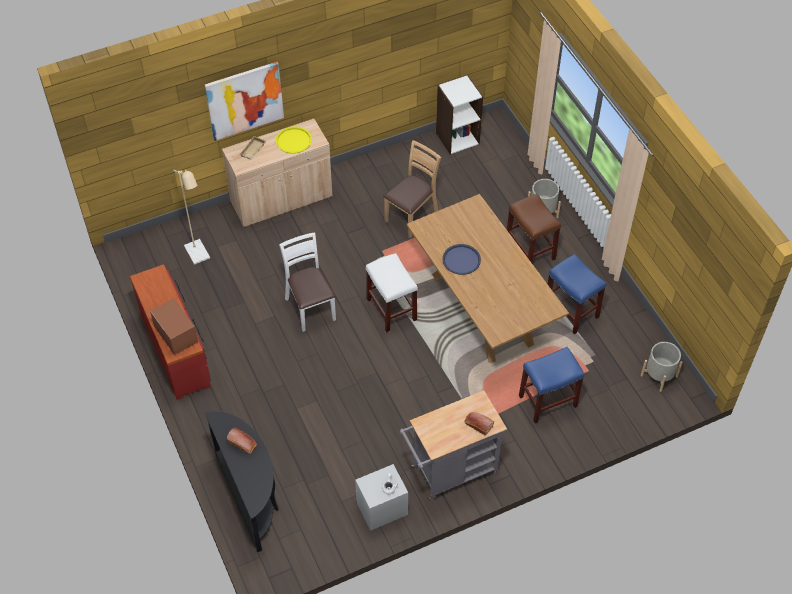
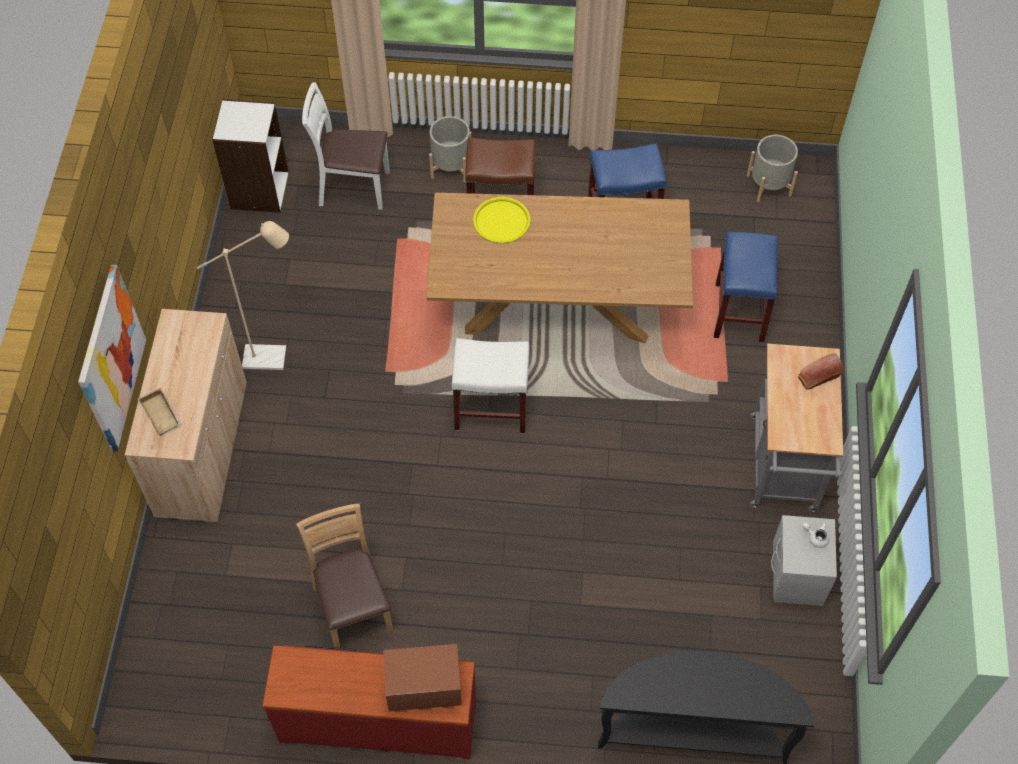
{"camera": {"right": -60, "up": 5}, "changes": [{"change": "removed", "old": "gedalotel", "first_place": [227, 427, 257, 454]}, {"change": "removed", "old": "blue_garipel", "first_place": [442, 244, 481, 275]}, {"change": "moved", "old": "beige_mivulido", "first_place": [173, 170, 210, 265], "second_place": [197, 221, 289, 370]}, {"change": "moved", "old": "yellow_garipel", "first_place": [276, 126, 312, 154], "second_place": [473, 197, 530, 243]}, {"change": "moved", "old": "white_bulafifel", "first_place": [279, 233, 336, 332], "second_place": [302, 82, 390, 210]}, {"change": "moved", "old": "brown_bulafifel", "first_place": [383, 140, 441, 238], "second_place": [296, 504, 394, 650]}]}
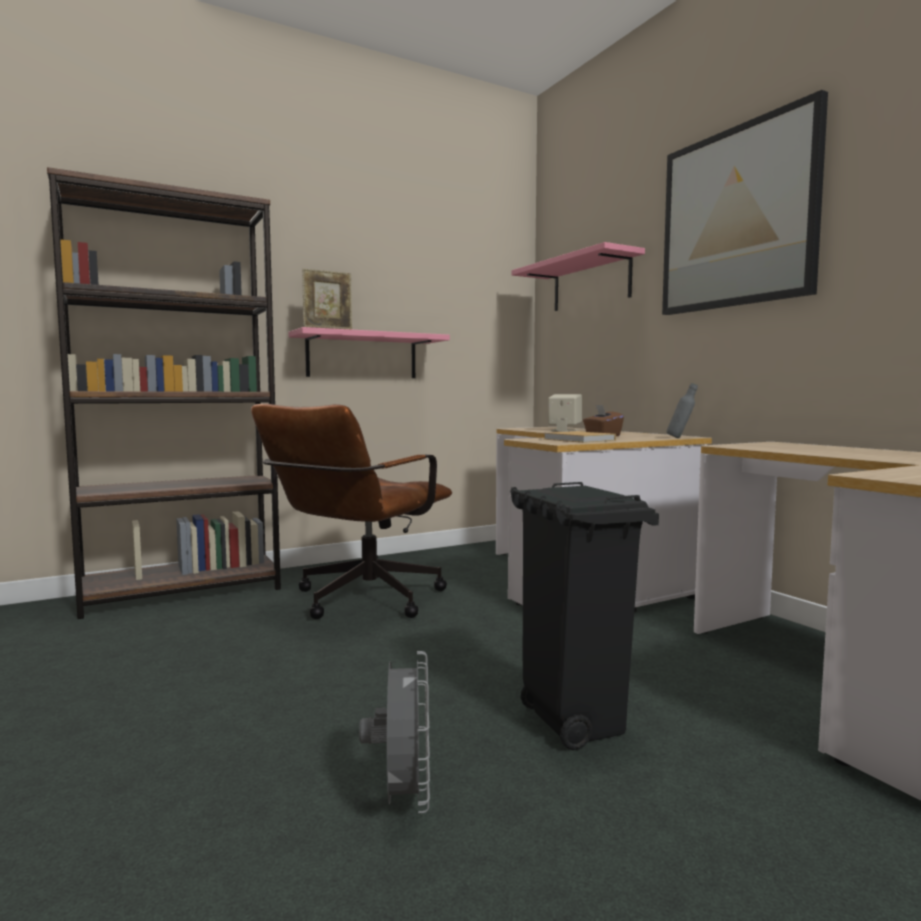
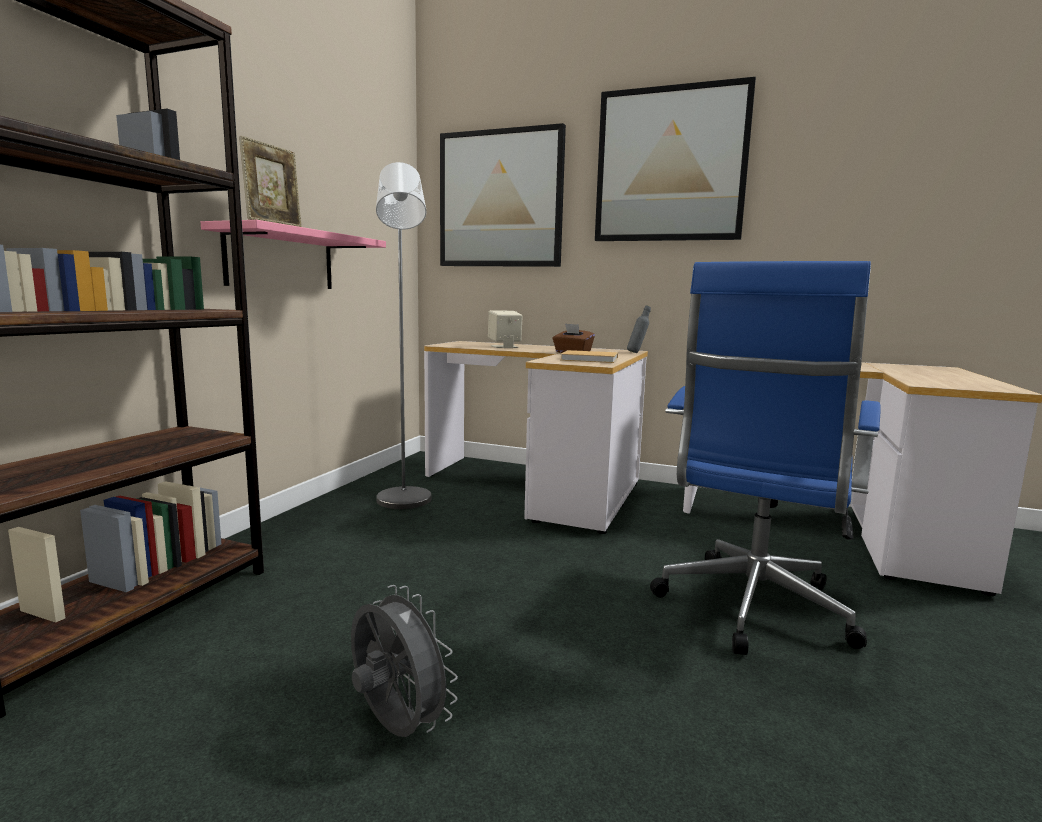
{"camera": {"right": -40, "up": 5}, "changes": [{"change": "removed", "old": "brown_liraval", "first_place": [251, 403, 452, 619]}, {"change": "added", "new": "grey_mivulido", "second_place": [376, 162, 432, 509]}, {"change": "moved", "old": "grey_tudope", "first_place": [359, 651, 430, 813], "second_place": [351, 585, 458, 737]}, {"change": "replaced", "old": "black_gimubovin", "new": "blue_liraval", "first_place": [510, 482, 659, 750], "second_place": [650, 261, 881, 655]}, {"change": "replaced", "old": "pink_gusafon", "new": "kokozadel", "first_place": [511, 242, 645, 311], "second_place": [440, 123, 566, 267]}]}
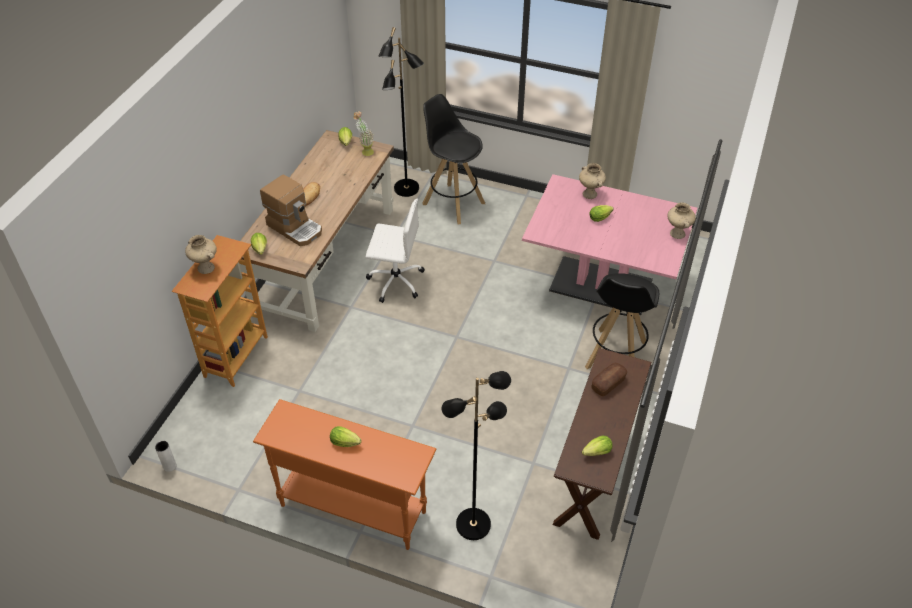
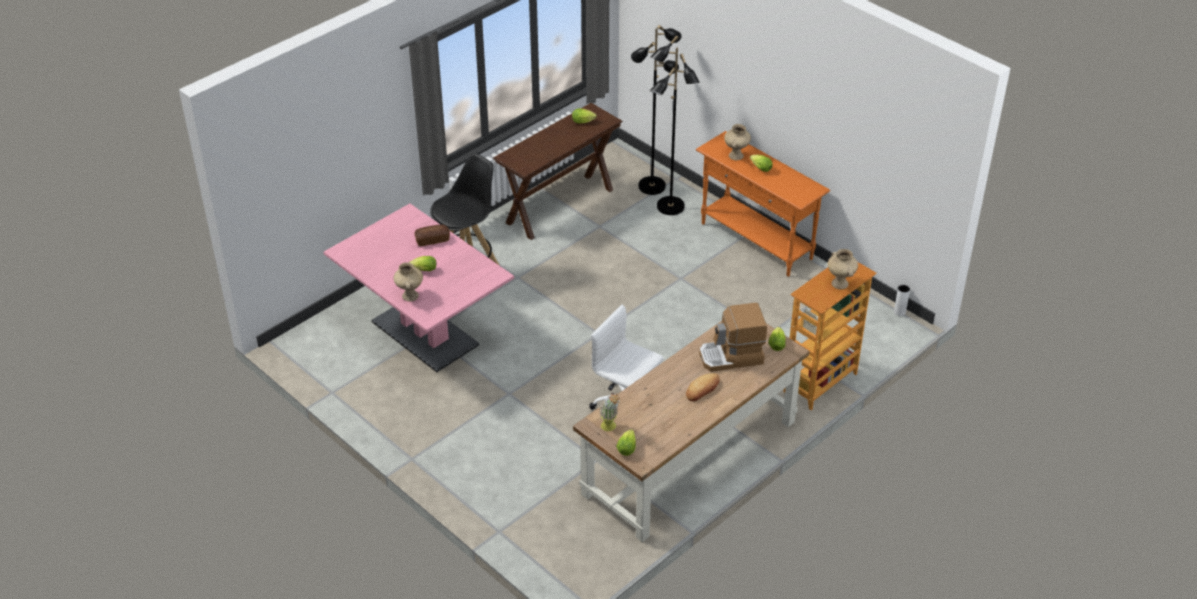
{"camera": {"right": -155, "up": -5}, "changes": [{"change": "removed", "old": "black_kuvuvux", "first_place": [423, 94, 485, 224]}, {"change": "moved", "old": "black_mivulido", "first_place": [378, 27, 424, 197], "second_place": [631, 25, 681, 195]}, {"change": "moved", "old": "gedalotel", "first_place": [591, 363, 627, 396], "second_place": [415, 224, 450, 246]}, {"change": "moved", "old": "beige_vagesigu", "first_place": [667, 203, 696, 239], "second_place": [724, 124, 751, 160]}, {"change": "turned", "old": "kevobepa", "first_place": [260, 174, 322, 246], "second_place": [699, 303, 767, 372], "degrees": -75}]}
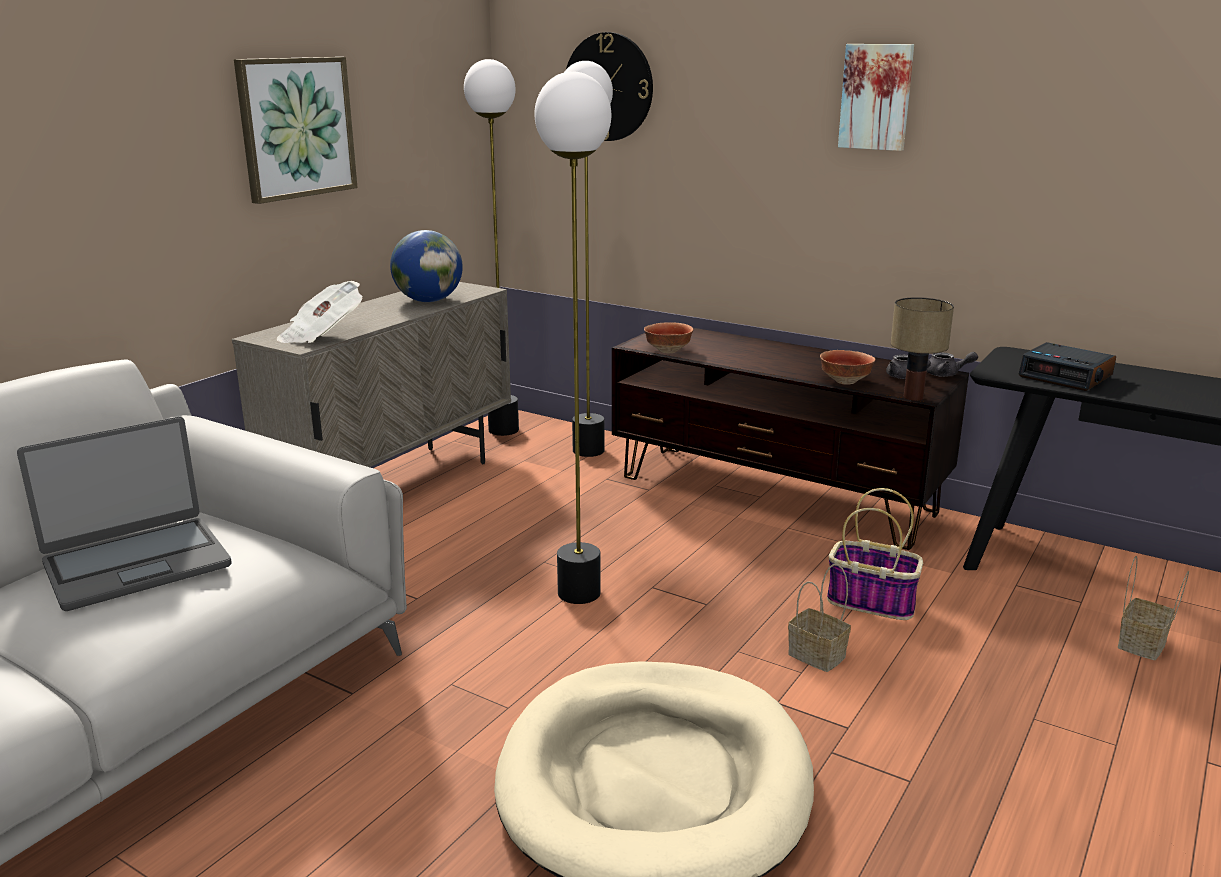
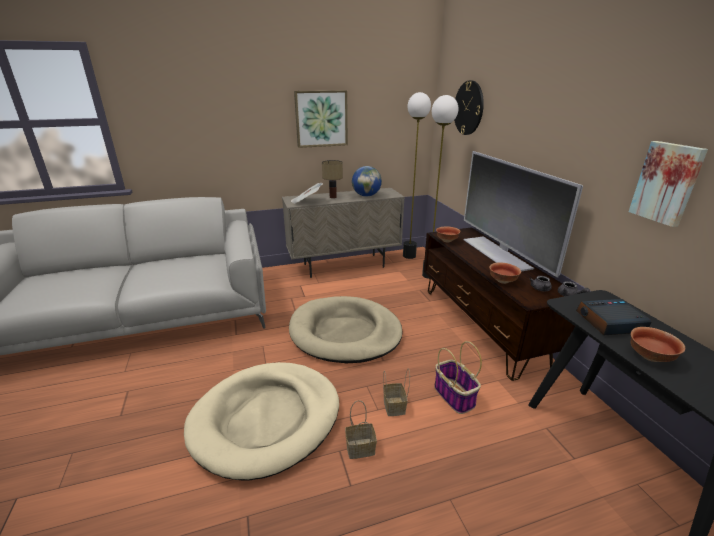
{"camera": {"right": 40, "up": 5}, "changes": [{"change": "removed", "old": "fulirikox", "first_place": [17, 417, 232, 611]}, {"change": "added", "new": "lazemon", "second_place": [463, 151, 583, 278]}, {"change": "added", "new": "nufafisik", "second_place": [631, 327, 685, 362]}, {"change": "moved", "old": "kokozadel", "first_place": [838, 44, 914, 151], "second_place": [629, 141, 708, 227]}, {"change": "moved", "old": "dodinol", "first_place": [890, 297, 954, 401], "second_place": [322, 160, 343, 198]}, {"change": "moved", "old": "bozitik", "first_place": [1118, 556, 1189, 660], "second_place": [345, 400, 377, 459]}, {"change": "replaced", "old": "mivulido", "new": "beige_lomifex", "first_place": [535, 71, 611, 604], "second_place": [289, 296, 403, 363]}, {"change": "turned", "old": "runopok", "first_place": [1018, 342, 1116, 391], "second_place": [576, 299, 651, 335], "degrees": 90}]}
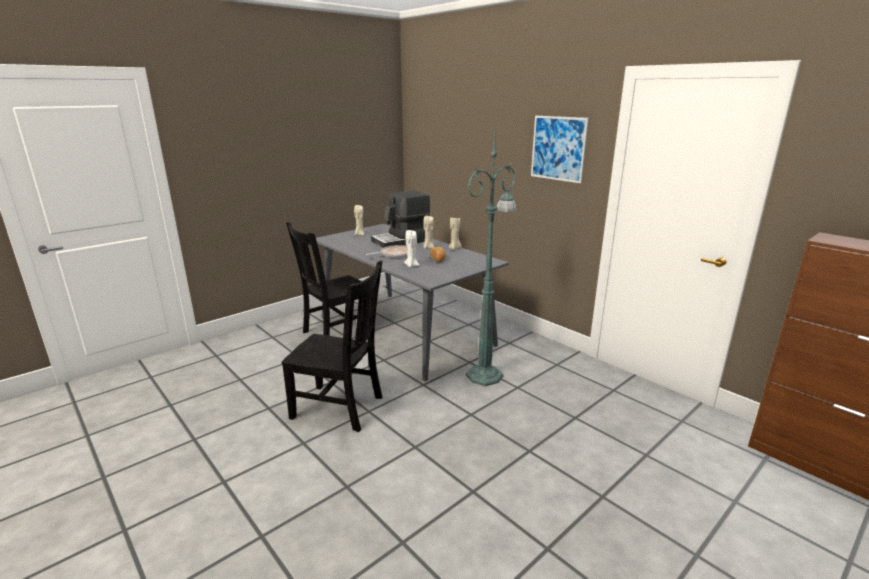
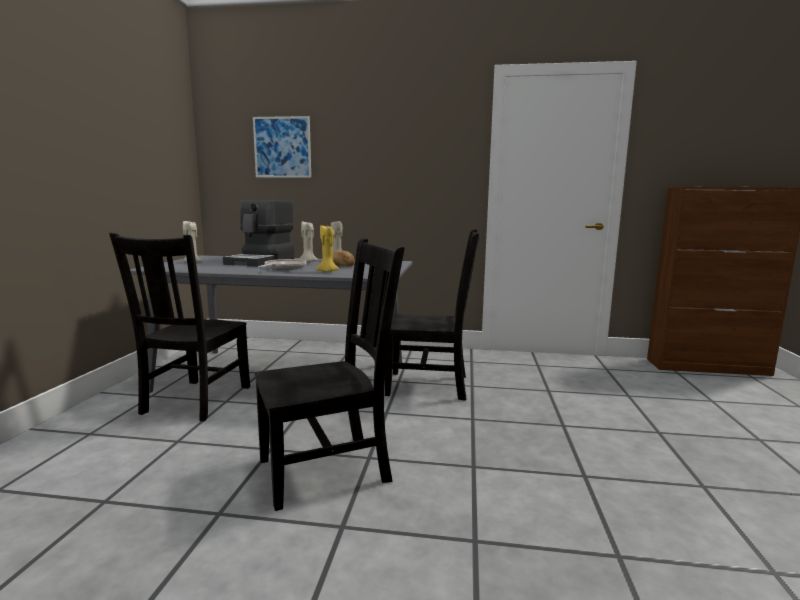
{"camera": {"right": -40, "up": -10}, "changes": [{"change": "moved", "old": "kokozadel", "first_place": [531, 116, 589, 183], "second_place": [253, 116, 311, 178]}, {"change": "replaced", "old": "green_mivulido", "new": "black_bulafifel", "first_place": [465, 133, 516, 386], "second_place": [385, 229, 481, 401]}, {"change": "recoloured", "old": "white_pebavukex", "new": "yellow_pebavukex", "first_place": [404, 230, 420, 267], "second_place": [316, 225, 339, 272]}]}
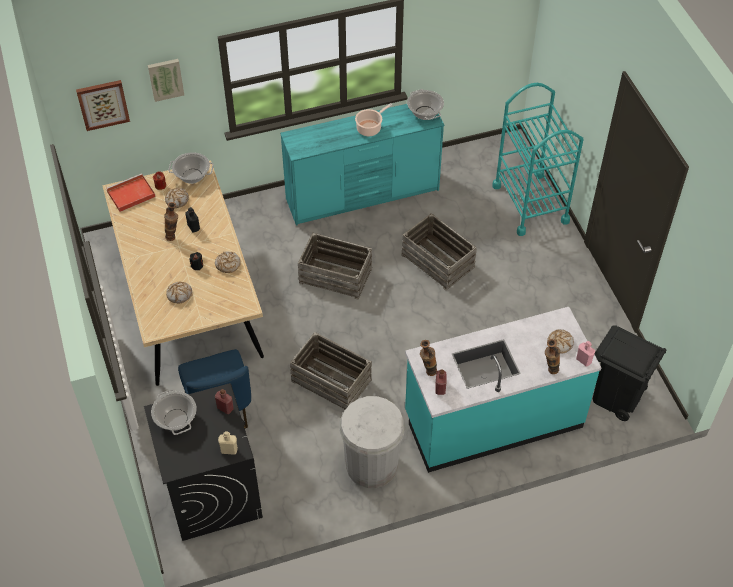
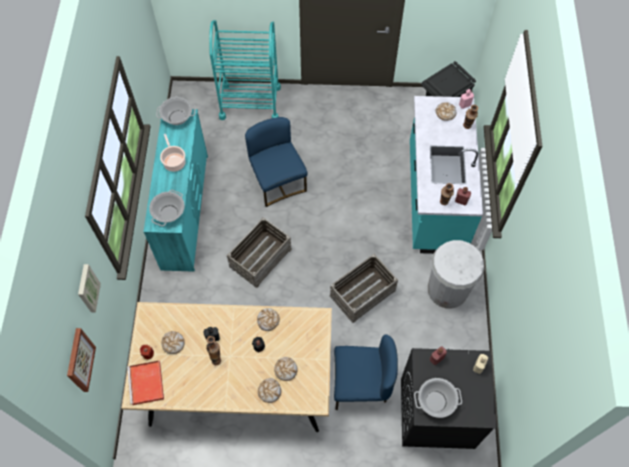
{"camera": {"right": -70, "up": 10}, "changes": [{"change": "added", "new": "gedalotel", "second_place": [258, 378, 281, 403]}, {"change": "moved", "old": "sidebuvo", "first_place": [168, 152, 214, 184], "second_place": [149, 190, 185, 226]}, {"change": "replaced", "old": "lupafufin", "new": "blue_bulafifel", "first_place": [401, 213, 477, 290], "second_place": [245, 117, 308, 207]}]}
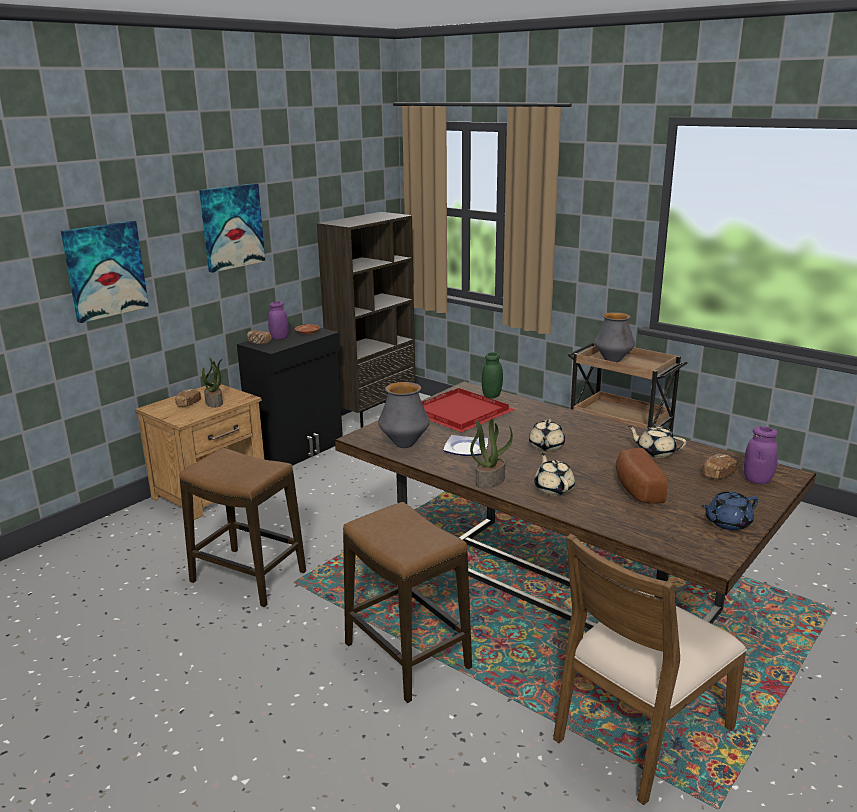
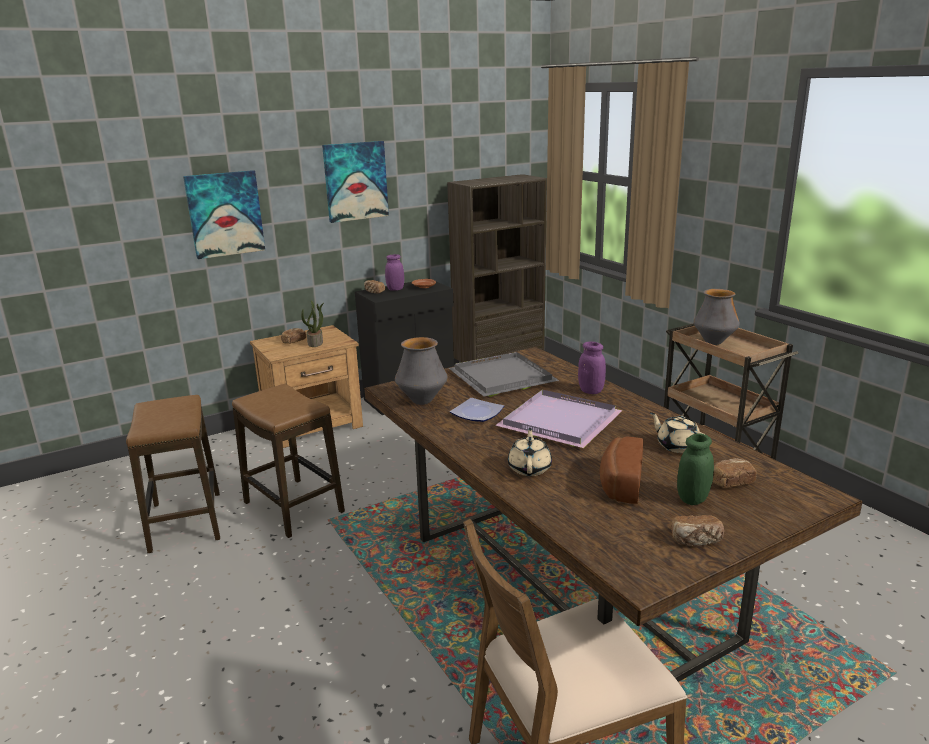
{"camera": {"right": 20, "up": 0}, "changes": [{"change": "removed", "old": "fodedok", "first_place": [470, 419, 513, 488]}, {"change": "moved", "old": "kuvuvux", "first_place": [343, 502, 472, 703], "second_place": [126, 395, 220, 553]}, {"change": "moved", "old": "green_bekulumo", "first_place": [482, 352, 503, 399], "second_place": [677, 433, 714, 505]}, {"change": "moved", "old": "purple_bekulumo", "first_place": [744, 426, 778, 484], "second_place": [578, 341, 606, 394]}, {"change": "replaced", "old": "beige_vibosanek", "new": "purple_garipel", "first_place": [529, 419, 565, 451], "second_place": [495, 390, 623, 448]}, {"change": "replaced", "old": "blue_vibosanek", "new": "gedalotel", "first_place": [702, 491, 759, 530], "second_place": [671, 515, 724, 546]}, {"change": "recoloured", "old": "red_garipel", "new": "grey_garipel", "first_place": [422, 388, 515, 433], "second_place": [449, 352, 559, 397]}]}
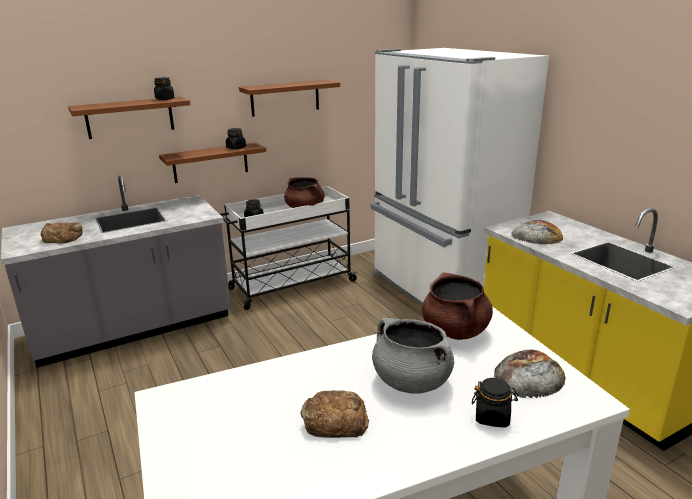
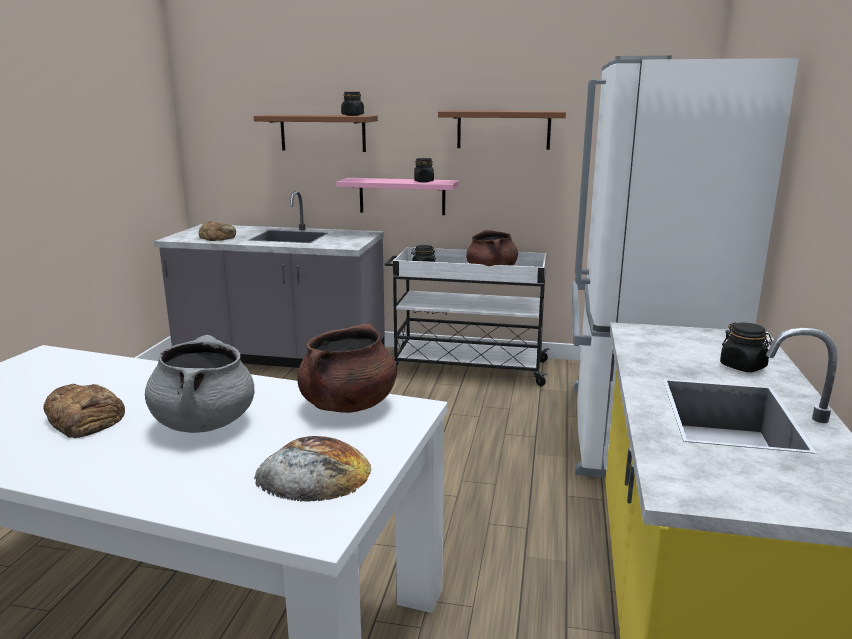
{"camera": {"right": 40, "up": -5}, "changes": [{"change": "removed", "old": "gedalotel", "first_place": [511, 220, 563, 244]}, {"change": "moved", "old": "black_bekulumo", "first_place": [472, 378, 518, 428], "second_place": [720, 323, 773, 372]}, {"change": "recoloured", "old": "brown_gusafon", "new": "pink_gusafon", "first_place": [159, 142, 266, 183], "second_place": [337, 178, 459, 215]}]}
